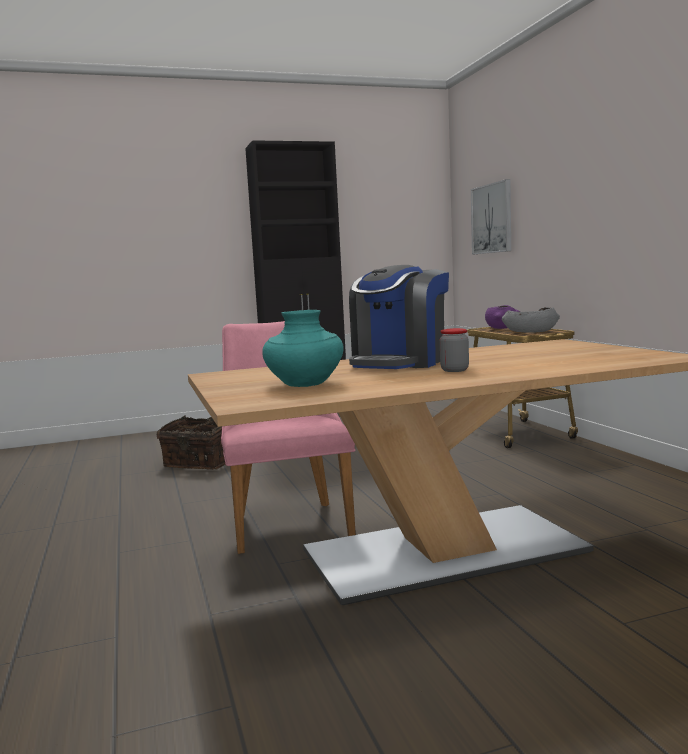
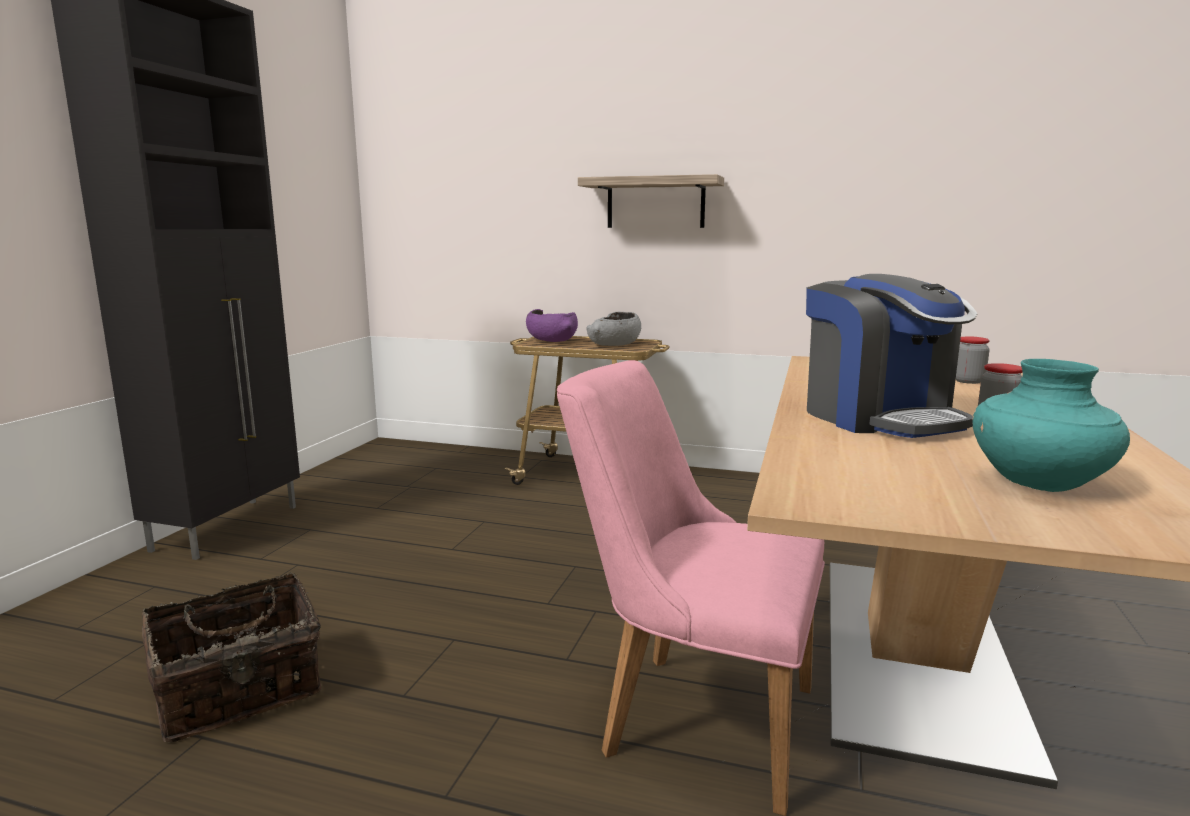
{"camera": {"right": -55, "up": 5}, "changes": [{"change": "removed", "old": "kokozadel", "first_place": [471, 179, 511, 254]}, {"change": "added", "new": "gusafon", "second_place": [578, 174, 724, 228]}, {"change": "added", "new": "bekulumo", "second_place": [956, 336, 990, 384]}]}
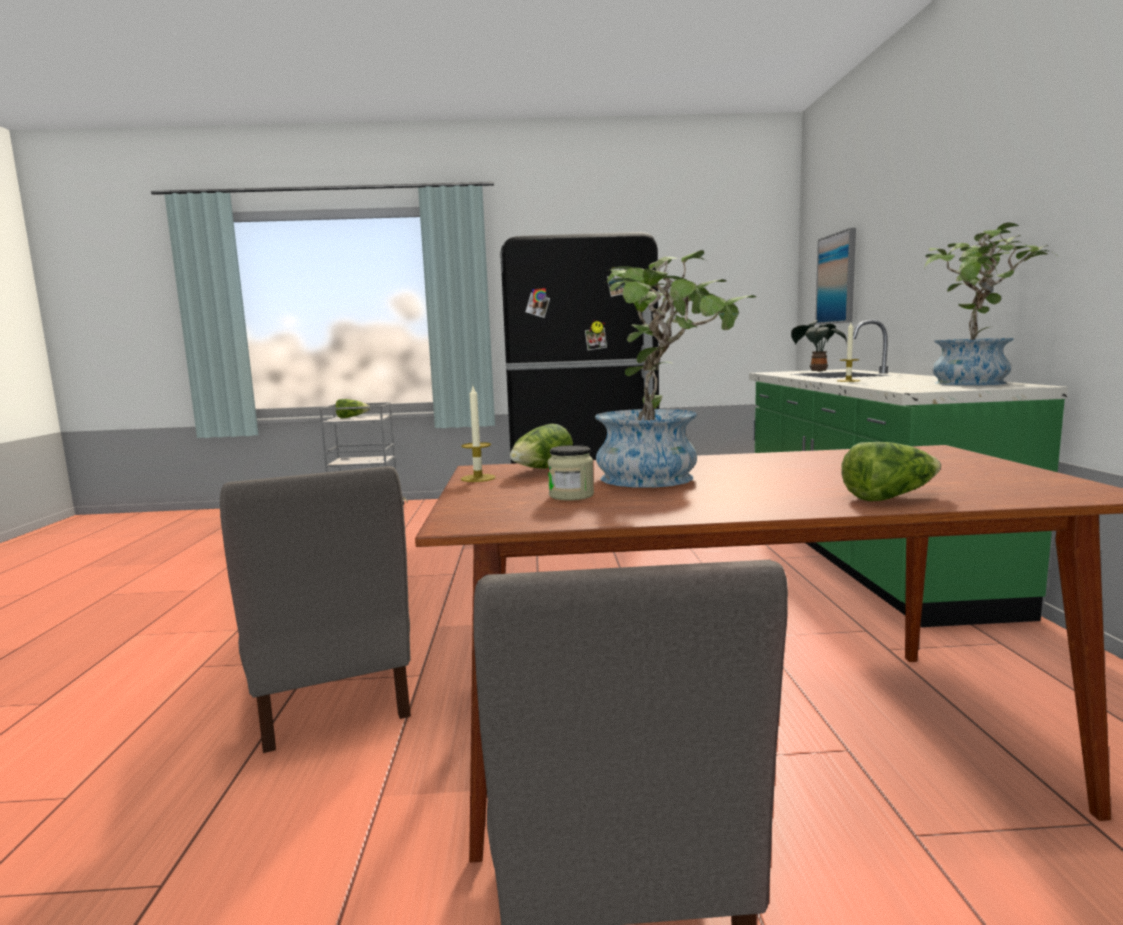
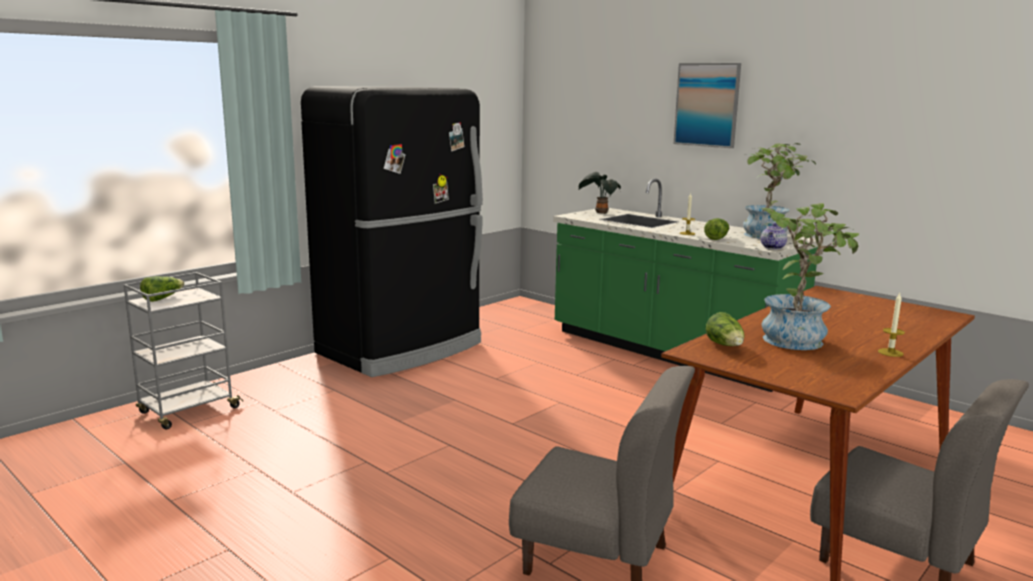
{"camera": {"right": -45, "up": 5}, "changes": [{"change": "removed", "old": "bekulumo", "first_place": [548, 445, 594, 500]}, {"change": "added", "new": "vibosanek", "second_place": [761, 223, 787, 250]}, {"change": "moved", "old": "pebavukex", "first_place": [461, 386, 496, 482], "second_place": [878, 293, 905, 357]}, {"change": "moved", "old": "kokozadel", "first_place": [815, 228, 856, 325], "second_place": [674, 63, 741, 148]}, {"change": "moved", "old": "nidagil", "first_place": [841, 442, 941, 501], "second_place": [704, 218, 729, 240]}]}
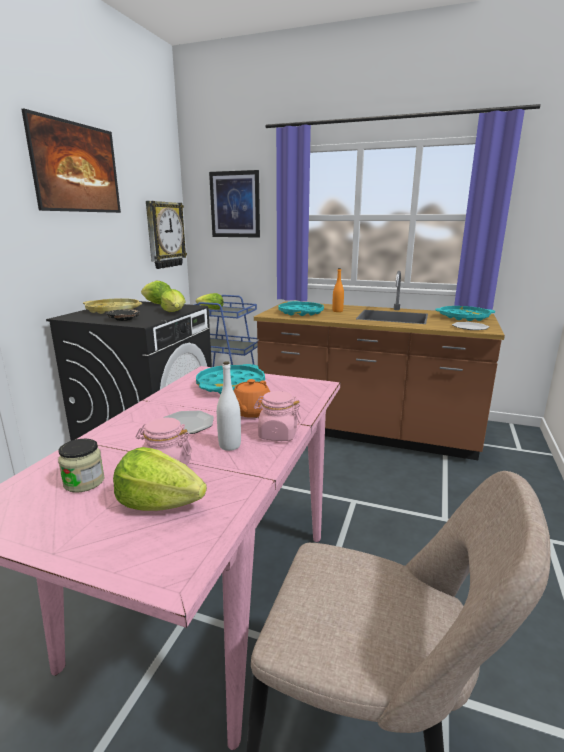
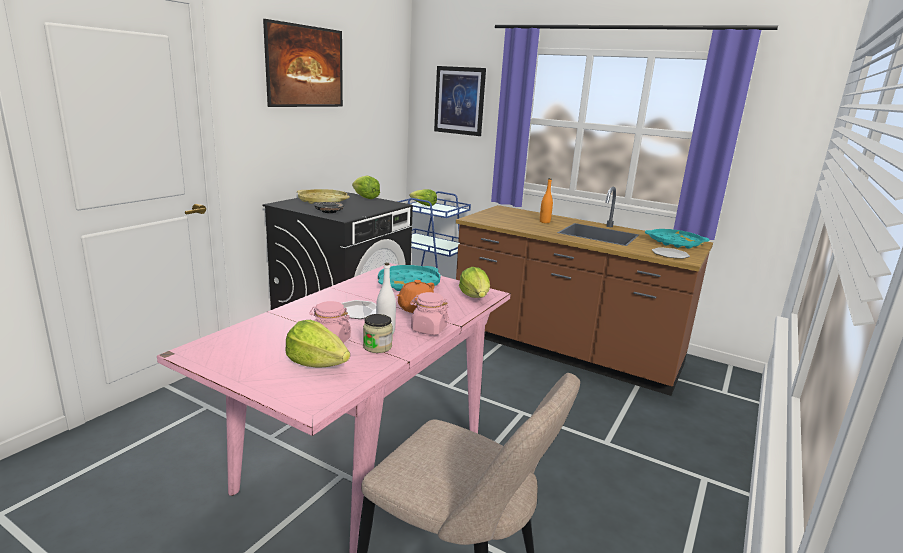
{"camera": {"right": 10, "up": 0}, "changes": [{"change": "removed", "old": "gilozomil", "first_place": [146, 201, 187, 269]}, {"change": "removed", "old": "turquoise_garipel", "first_place": [278, 301, 324, 316]}, {"change": "moved", "old": "bekulumo", "first_place": [58, 439, 104, 493], "second_place": [363, 314, 393, 353]}, {"change": "moved", "old": "nidagil", "first_place": [161, 289, 185, 312], "second_place": [459, 267, 490, 298]}]}
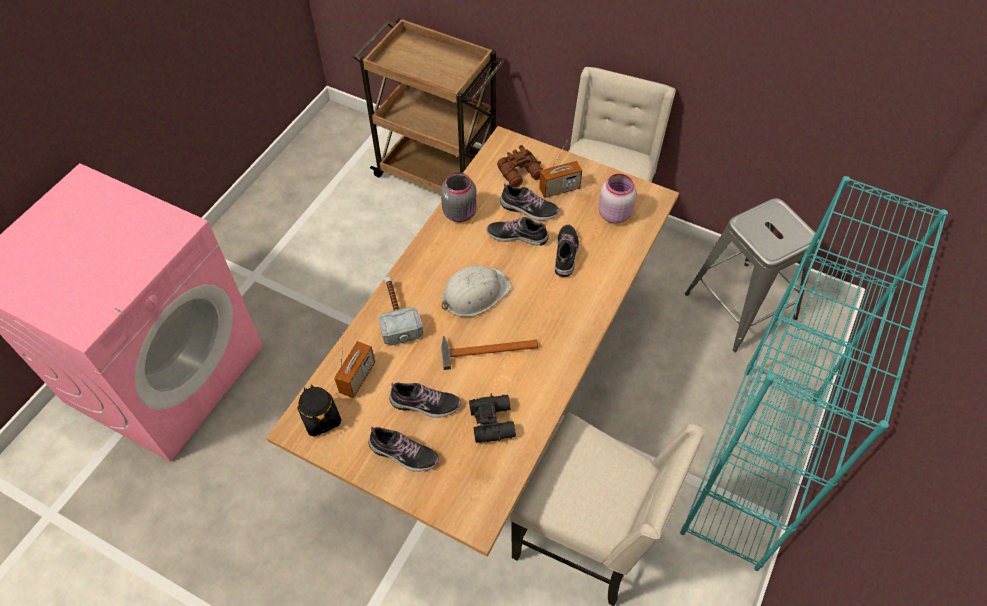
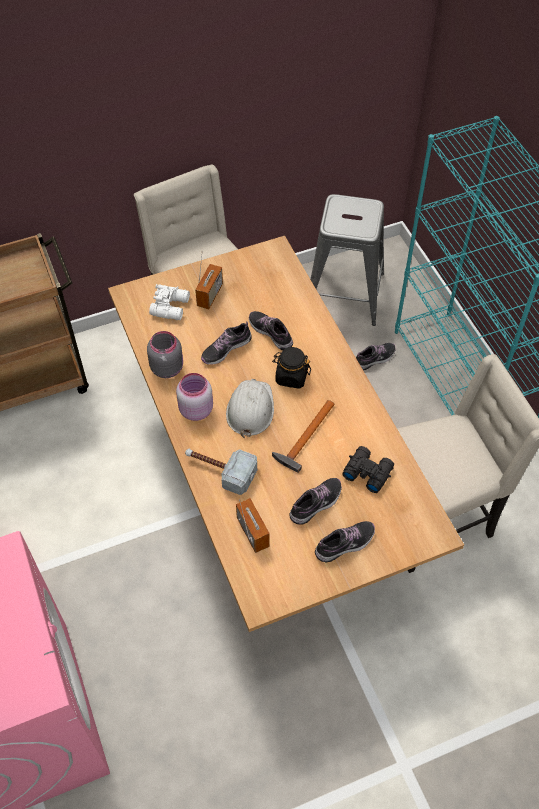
{"camera": {"right": -50, "up": 0}, "changes": [{"change": "moved", "old": "black_bekulumo", "first_place": [298, 384, 341, 437], "second_place": [272, 347, 311, 389]}, {"change": "moved", "old": "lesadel", "first_place": [500, 183, 559, 221], "second_place": [356, 343, 396, 370]}, {"change": "moved", "old": "pink_bekulumo", "first_place": [598, 174, 636, 224], "second_place": [176, 373, 213, 421]}, {"change": "recoloured", "old": "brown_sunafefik", "new": "white_sunafefik", "first_place": [497, 145, 543, 188], "second_place": [149, 284, 190, 320]}]}
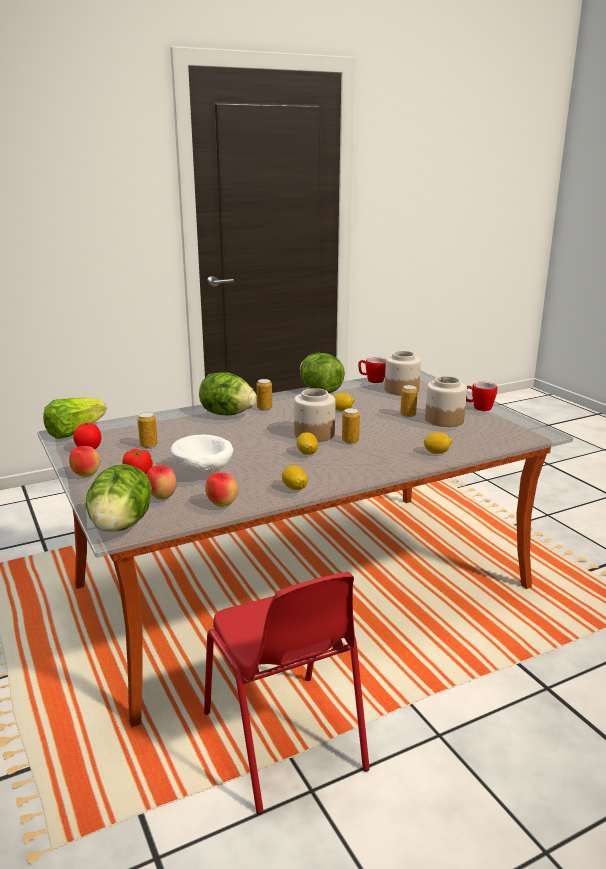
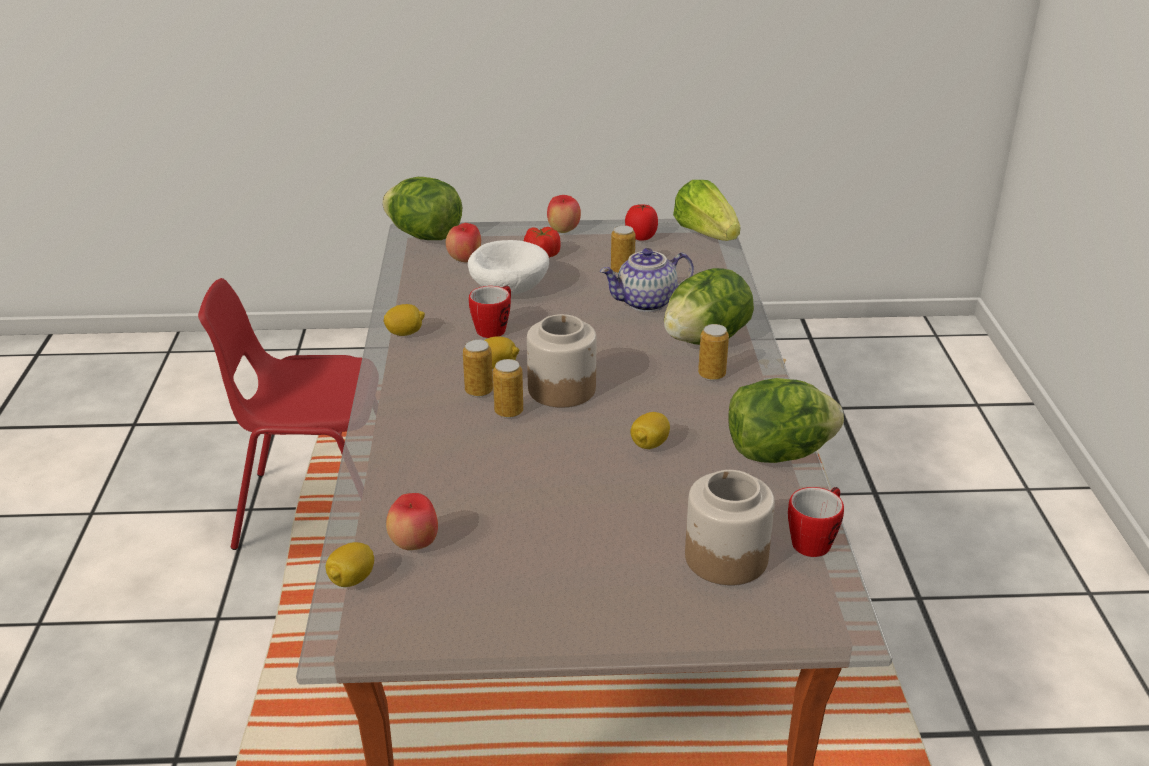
{"camera": {"right": 115, "up": 10}, "changes": [{"change": "removed", "old": "bekulumo", "first_place": [425, 376, 467, 427]}, {"change": "added", "new": "vibosanek", "second_place": [600, 248, 694, 312]}, {"change": "moved", "old": "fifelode", "first_place": [205, 473, 238, 507], "second_place": [386, 493, 438, 550]}, {"change": "moved", "old": "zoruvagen", "first_place": [400, 385, 418, 417], "second_place": [463, 339, 493, 397]}, {"change": "moved", "old": "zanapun", "first_place": [424, 432, 453, 454], "second_place": [326, 542, 374, 587]}, {"change": "moved", "old": "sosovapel", "first_place": [466, 382, 497, 411], "second_place": [469, 285, 511, 338]}]}
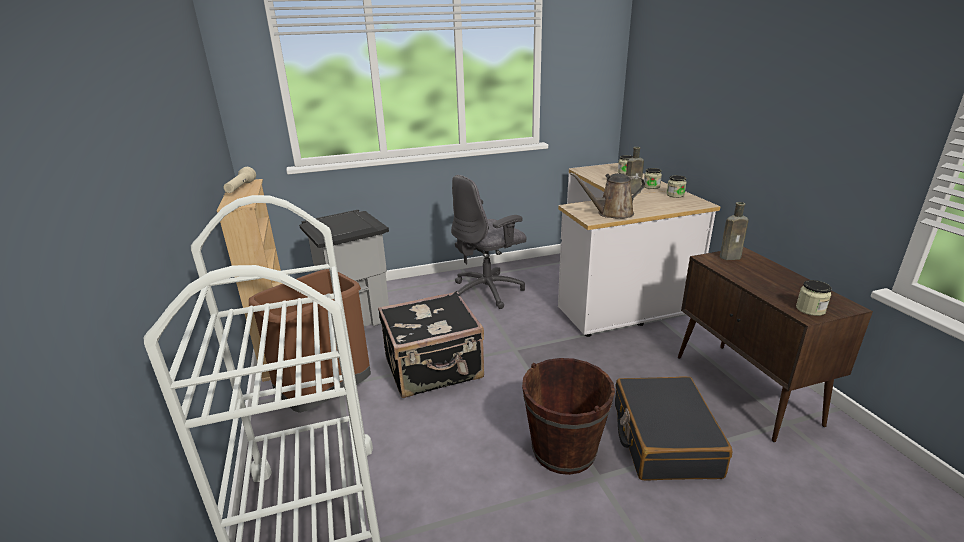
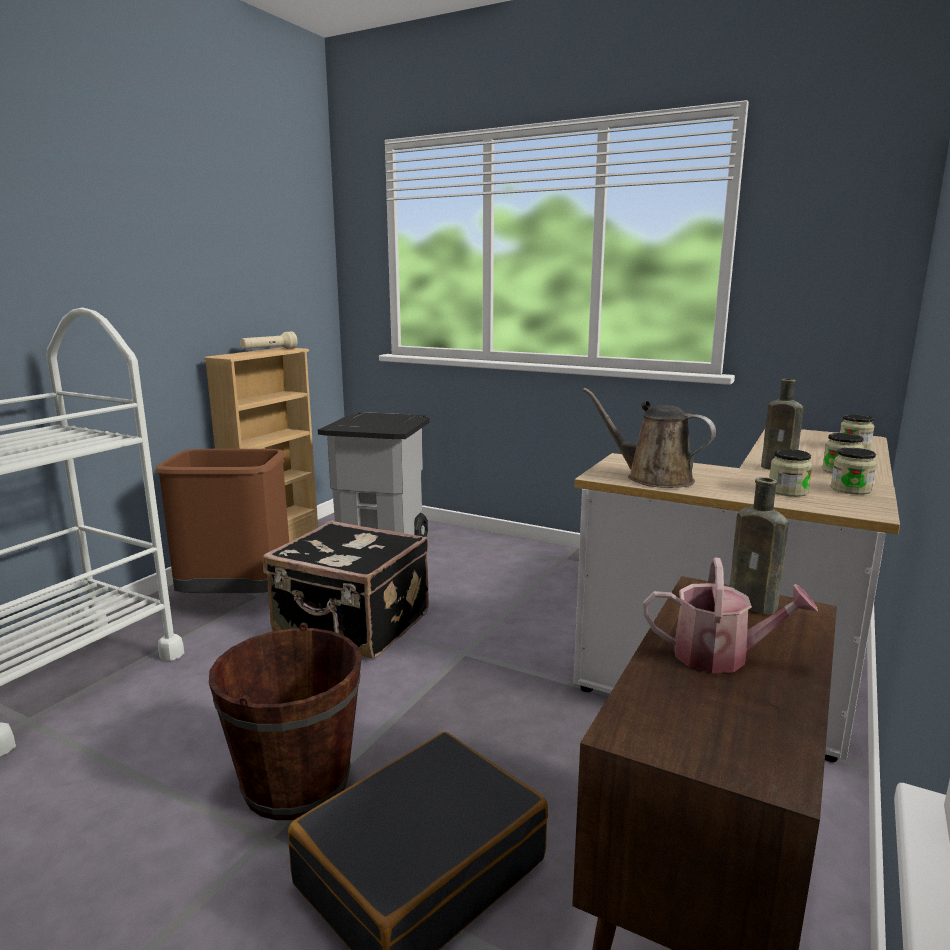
{"camera": {"right": 45, "up": -10}, "changes": [{"change": "removed", "old": "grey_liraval", "first_place": [451, 175, 526, 309]}, {"change": "added", "new": "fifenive", "second_place": [644, 558, 818, 673]}, {"change": "moved", "old": "bekulumo", "first_place": [796, 280, 832, 316], "second_place": [769, 449, 812, 497]}]}
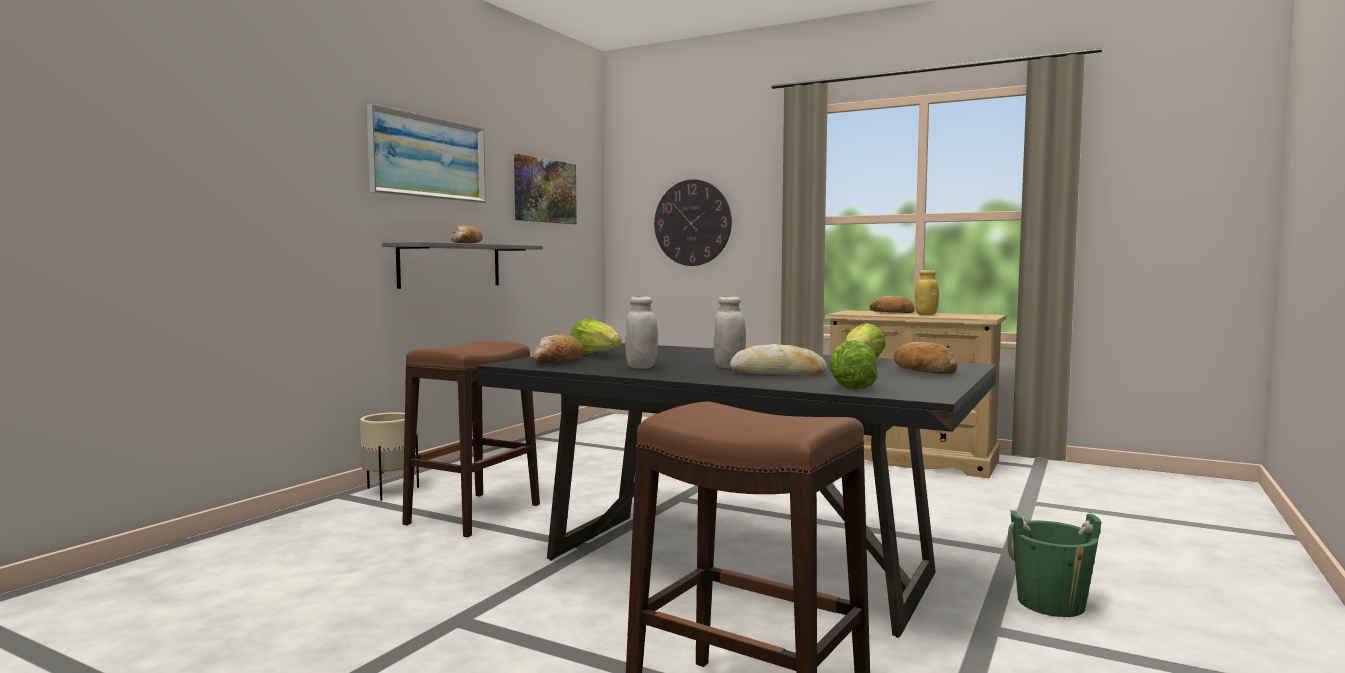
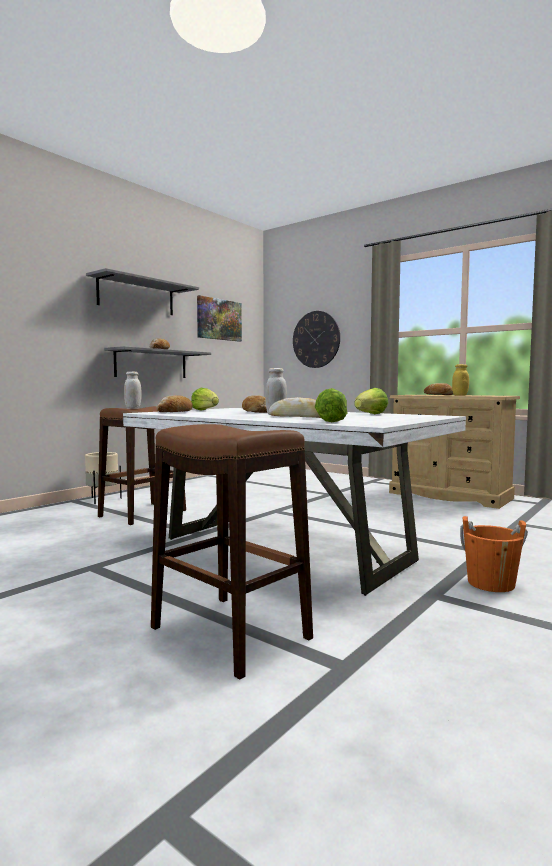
{"camera": {"right": 10, "up": 0}, "changes": [{"change": "moved", "old": "white_bekulumo", "first_place": [625, 296, 658, 369], "second_place": [124, 372, 142, 408]}, {"change": "moved", "old": "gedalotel", "first_place": [894, 342, 957, 374], "second_place": [242, 395, 267, 413]}, {"change": "replaced", "old": "kokozadel", "new": "grey_gusafon", "first_place": [367, 104, 486, 203], "second_place": [86, 268, 199, 315]}, {"change": "recoloured", "old": "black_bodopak", "new": "white_bodopak", "first_place": [477, 343, 996, 638], "second_place": [123, 408, 466, 596]}, {"change": "recoloured", "old": "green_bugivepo", "new": "orange_bugivepo", "first_place": [1007, 510, 1101, 617], "second_place": [460, 516, 528, 592]}]}
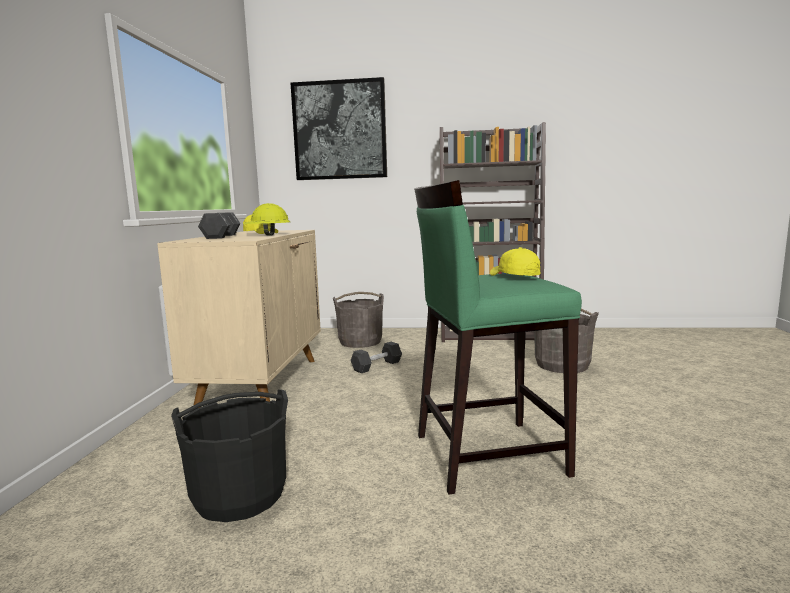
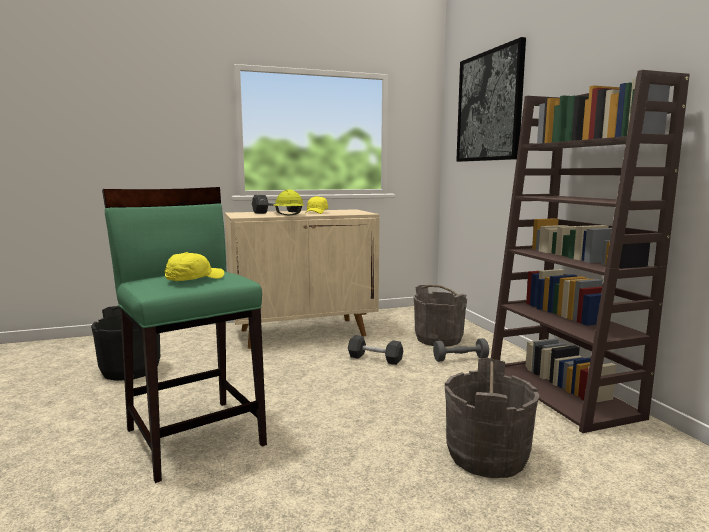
{"camera": {"right": 65, "up": 0}, "changes": [{"change": "added", "new": "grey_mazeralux", "second_place": [433, 338, 489, 362]}]}
